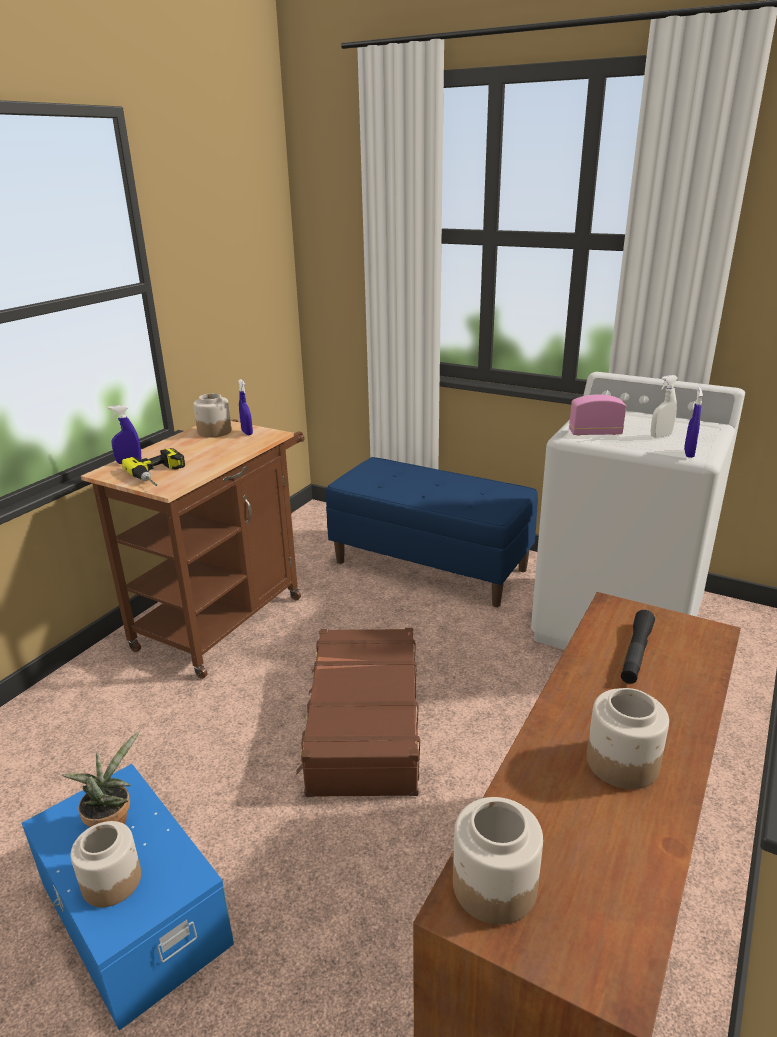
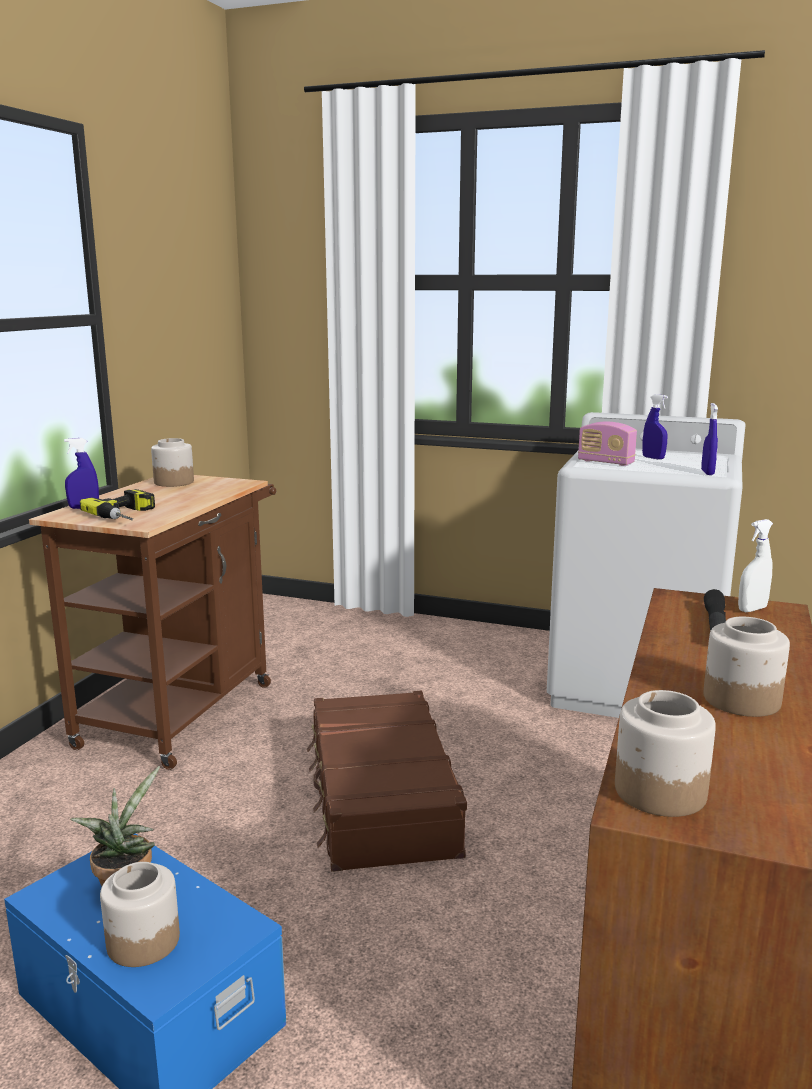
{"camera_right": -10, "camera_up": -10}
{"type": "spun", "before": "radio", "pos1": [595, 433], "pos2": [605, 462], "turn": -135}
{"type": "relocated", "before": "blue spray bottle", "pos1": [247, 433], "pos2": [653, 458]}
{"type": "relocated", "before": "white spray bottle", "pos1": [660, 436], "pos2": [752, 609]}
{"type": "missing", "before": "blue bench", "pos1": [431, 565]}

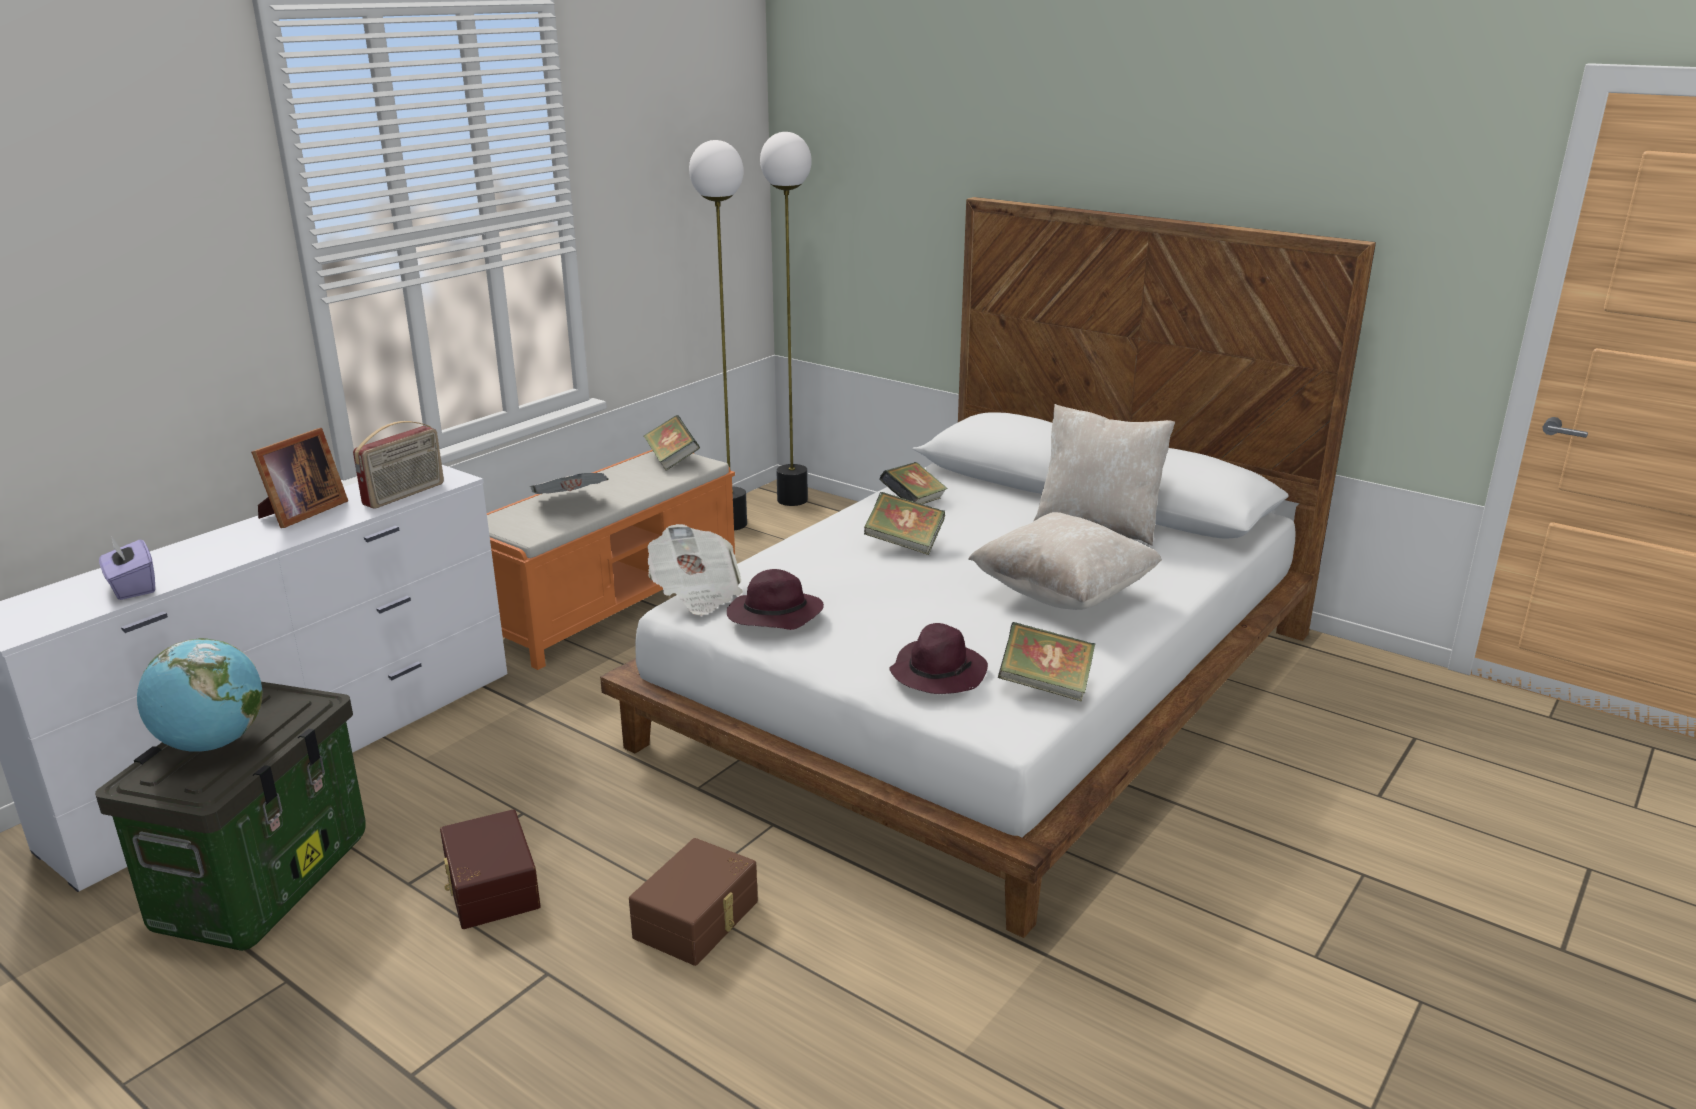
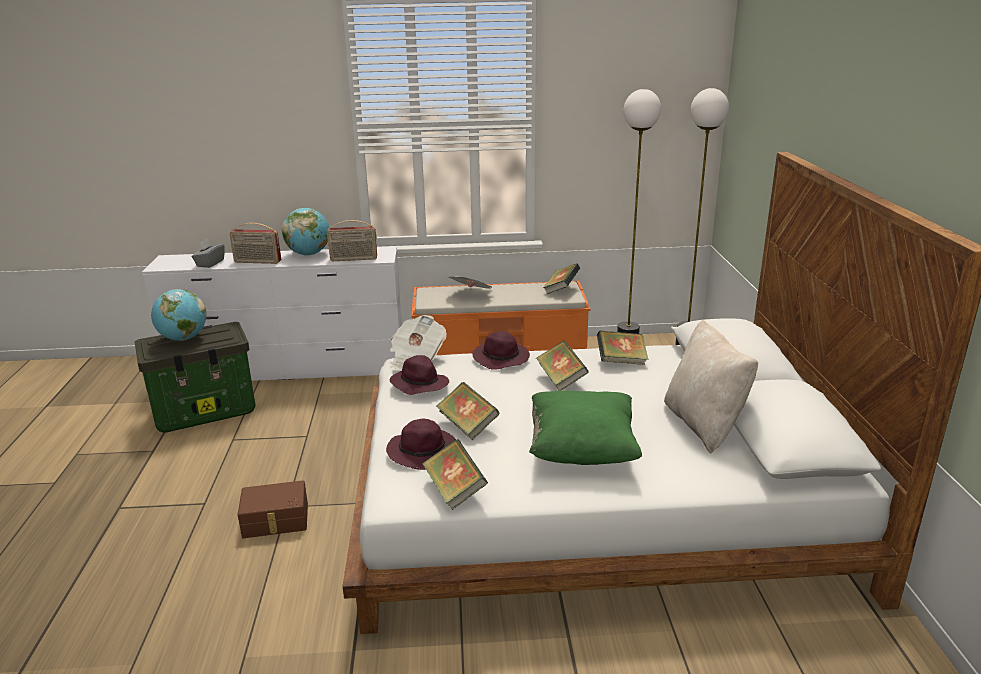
{"camera_right": 50, "camera_up": 0}
{"type": "colour", "before": "purple tissue box", "after": "grey tissue box", "pos1": [132, 587], "pos2": [210, 263]}
{"type": "appeared", "after": "radio", "pos2": [257, 262]}
{"type": "exchanged", "before": "picture frame", "after": "globe", "pos1": [300, 513], "pos2": [309, 254]}
{"type": "appeared", "after": "book", "pos2": [467, 426]}
{"type": "appeared", "after": "purple hat", "pos2": [502, 358]}
{"type": "colour", "before": "beige pillow", "after": "green pillow", "pos1": [1063, 594], "pos2": [582, 450]}
{"type": "missing", "before": "brown storage box", "pos1": [489, 887]}

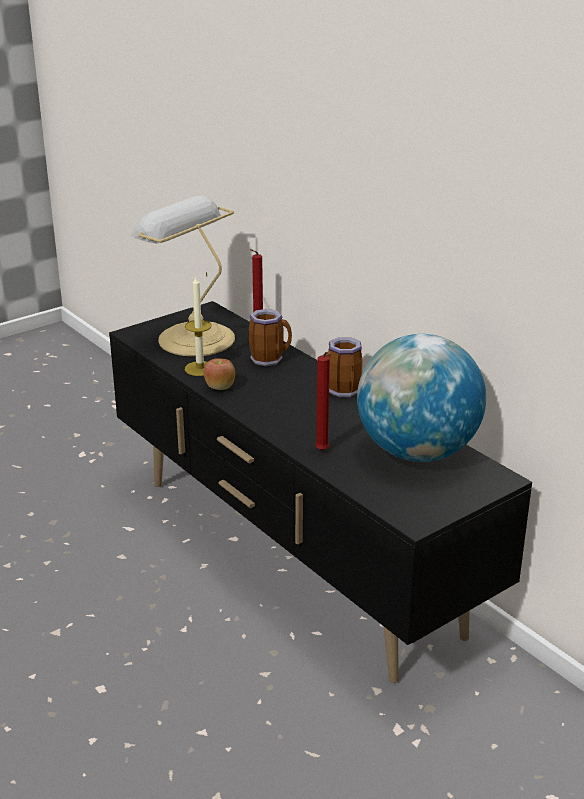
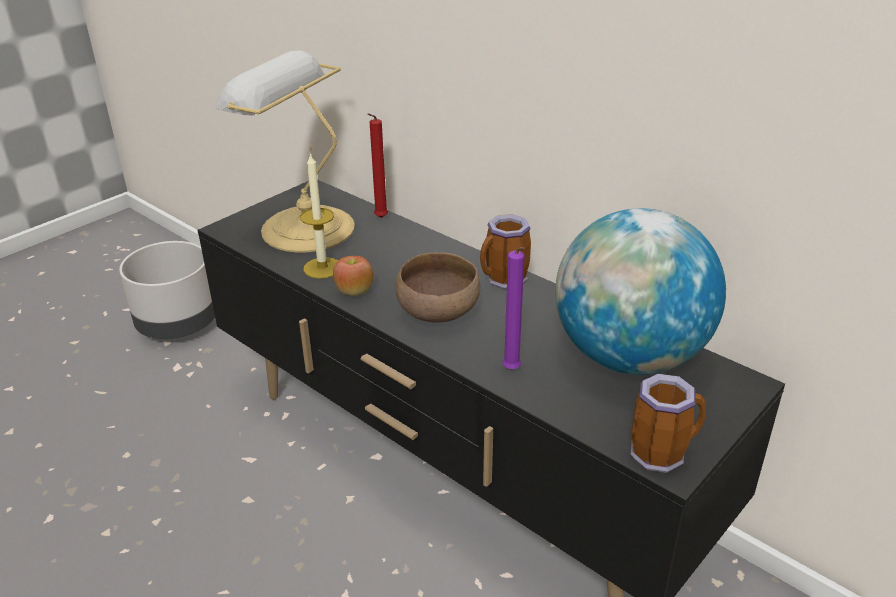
{"camera_right": -10, "camera_up": 5}
{"type": "appeared", "after": "grey planter", "pos2": [178, 324]}
{"type": "appeared", "after": "brown bowl", "pos2": [440, 313]}
{"type": "colour", "before": "red candle", "after": "purple candle", "pos1": [322, 452], "pos2": [512, 371]}
{"type": "relocated", "before": "mug", "pos1": [270, 359], "pos2": [661, 452]}

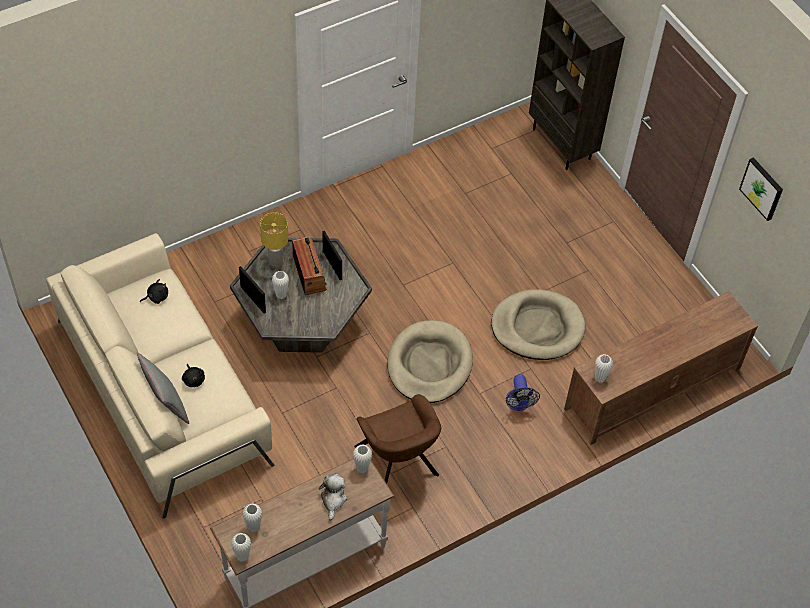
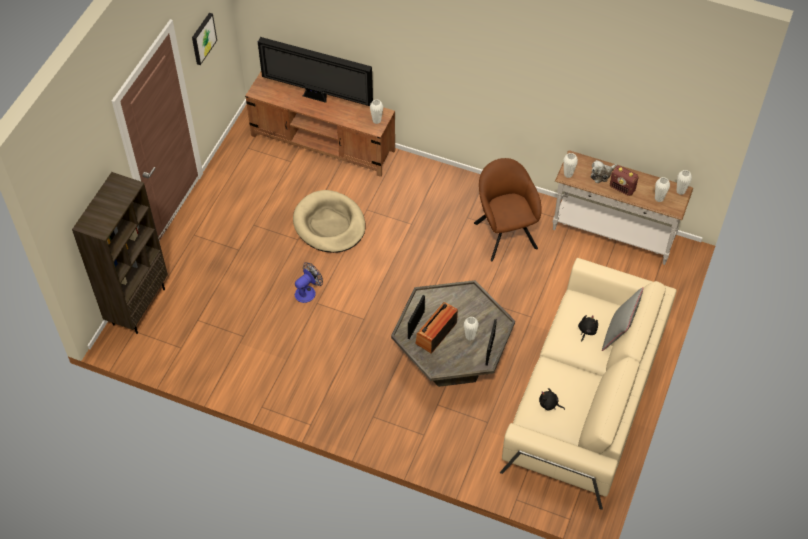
{"camera_right": -125, "camera_up": 0}
{"type": "appeared", "after": "television", "pos2": [317, 97]}
{"type": "relocated", "before": "fan", "pos1": [518, 404], "pos2": [308, 291]}
{"type": "spun", "before": "brown armchair", "pos1": [398, 464], "pos2": [504, 232], "turn": -45}
{"type": "appeared", "after": "radio", "pos2": [622, 188]}
{"type": "missing", "before": "yellow table lamp", "pos1": [276, 261]}
{"type": "missing", "before": "beige dog bed", "pos1": [429, 364]}

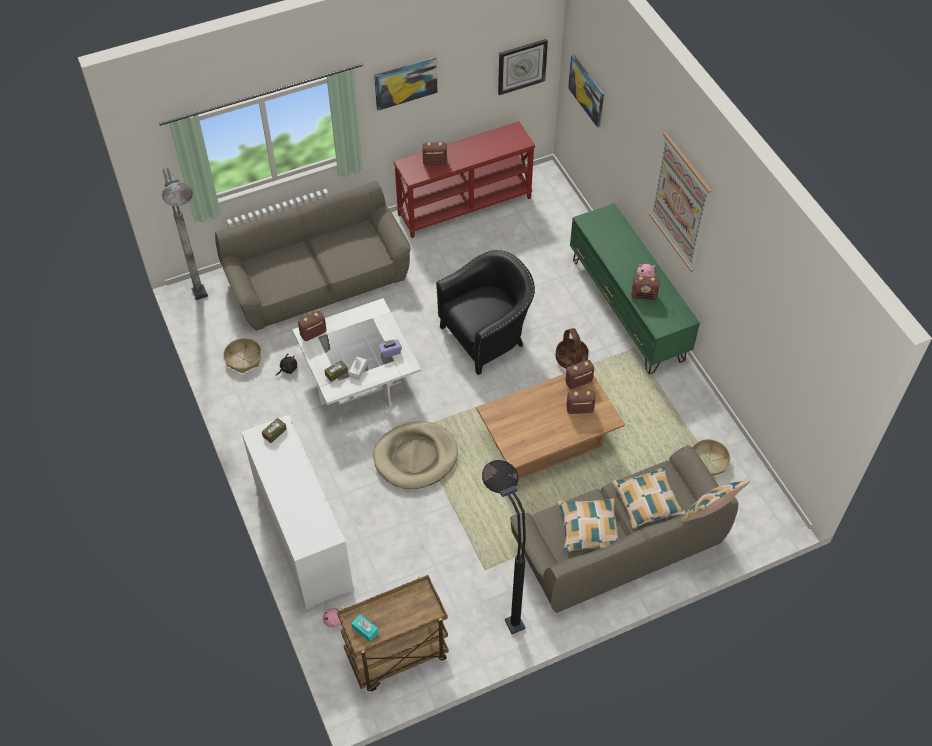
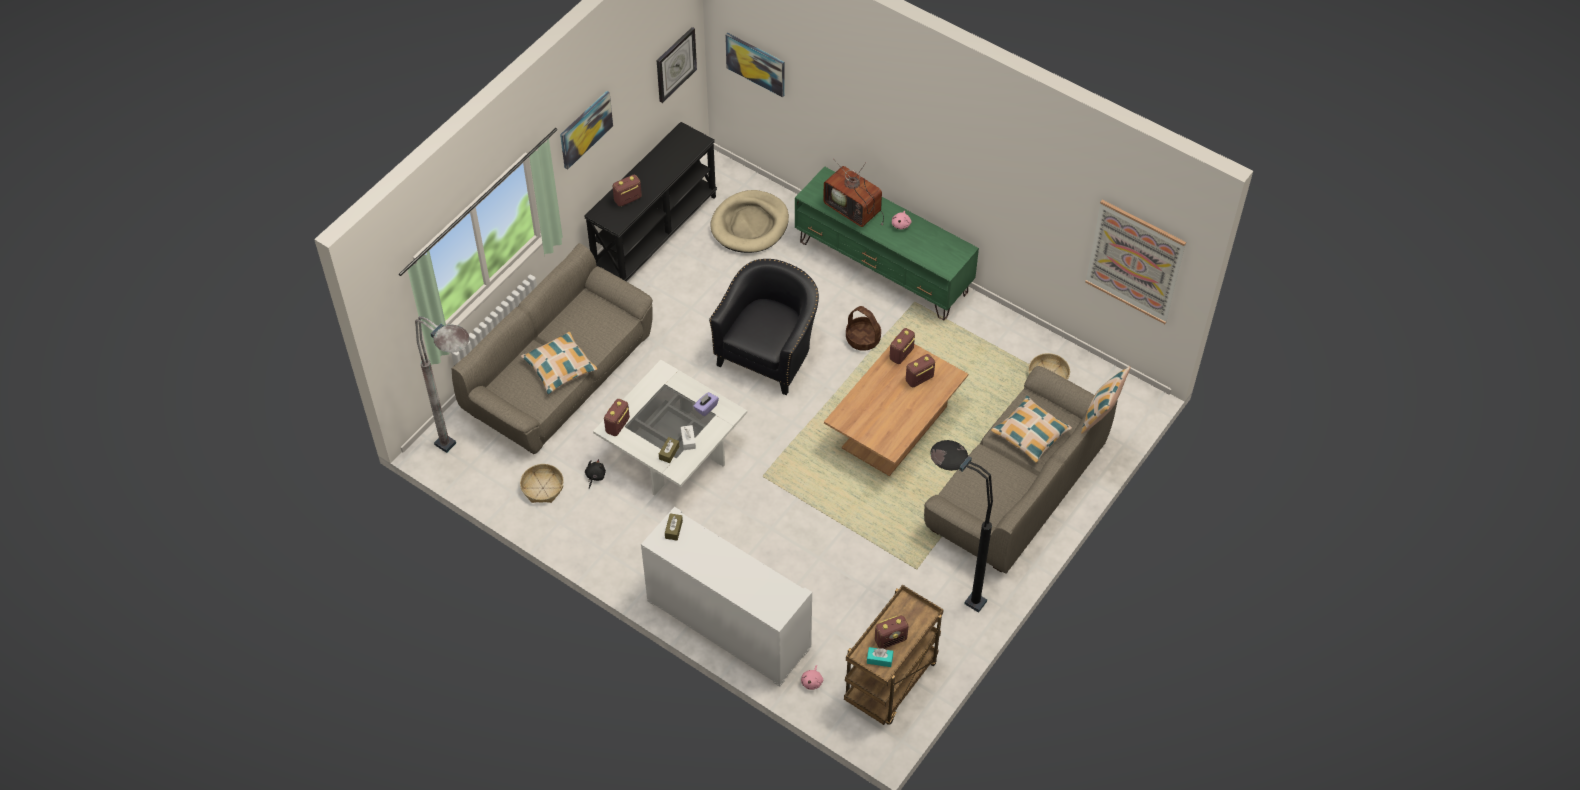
{"camera_right": -30, "camera_up": 0}
{"type": "relocated", "before": "pillow", "pos1": [589, 529], "pos2": [559, 367]}
{"type": "colour", "before": "red console table", "after": "black console table", "pos1": [464, 205], "pos2": [654, 232]}
{"type": "relocated", "before": "beige dog bed", "pos1": [416, 457], "pos2": [750, 224]}
{"type": "appeared", "after": "television", "pos2": [854, 209]}
{"type": "relocated", "before": "radio", "pos1": [644, 296], "pos2": [891, 639]}
{"type": "relocated", "before": "picture", "pos1": [680, 202], "pos2": [1134, 261]}

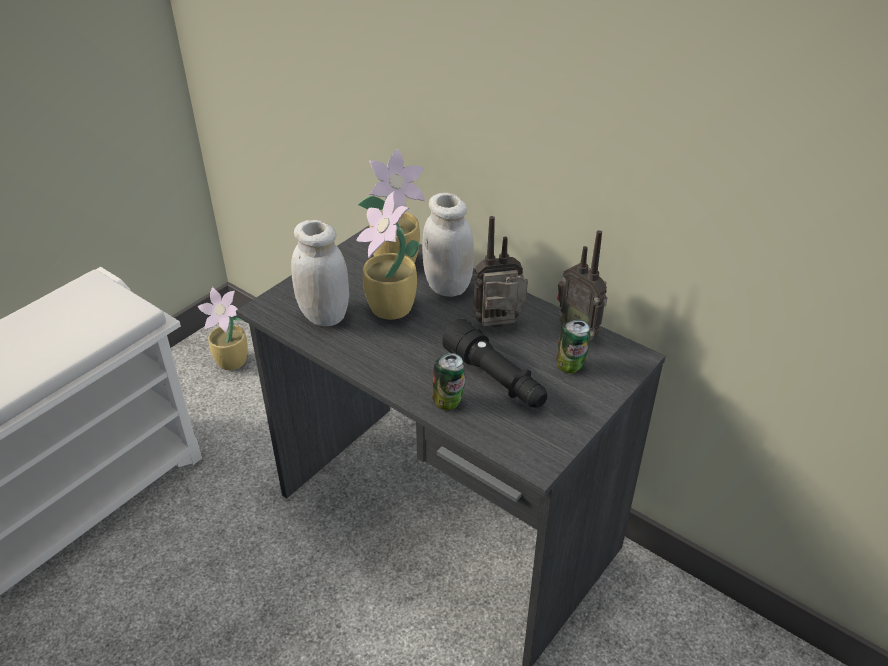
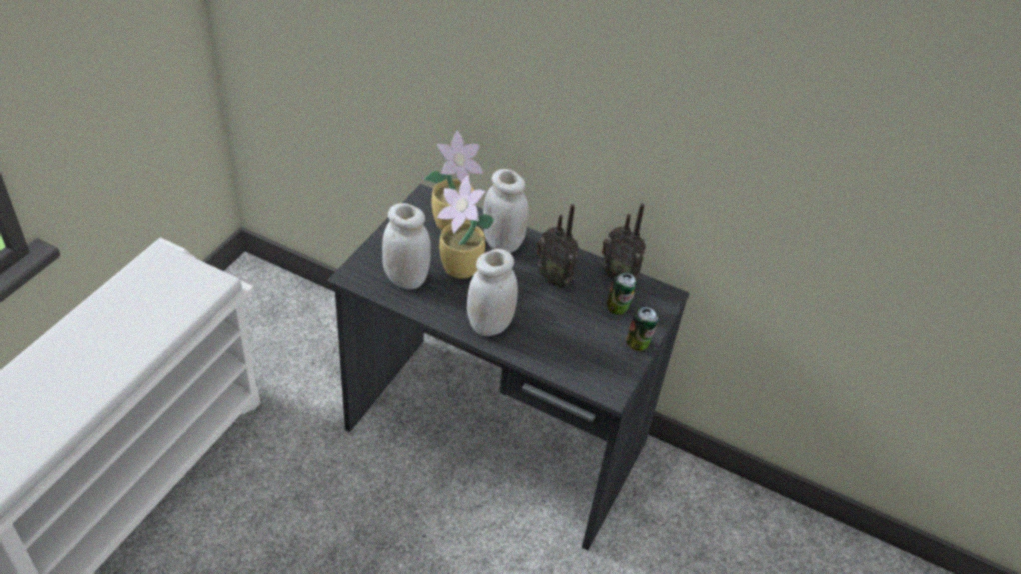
{"camera_right": -15, "camera_up": 5}
{"type": "appeared", "after": "white jar", "pos2": [490, 325]}
{"type": "spun", "before": "radio", "pos1": [500, 327], "pos2": [555, 278], "turn": -120}
{"type": "relocated", "before": "can", "pos1": [449, 402], "pos2": [639, 343]}
{"type": "missing", "before": "potted plant", "pos1": [233, 362]}
{"type": "missing", "before": "black flashlight", "pos1": [495, 379]}

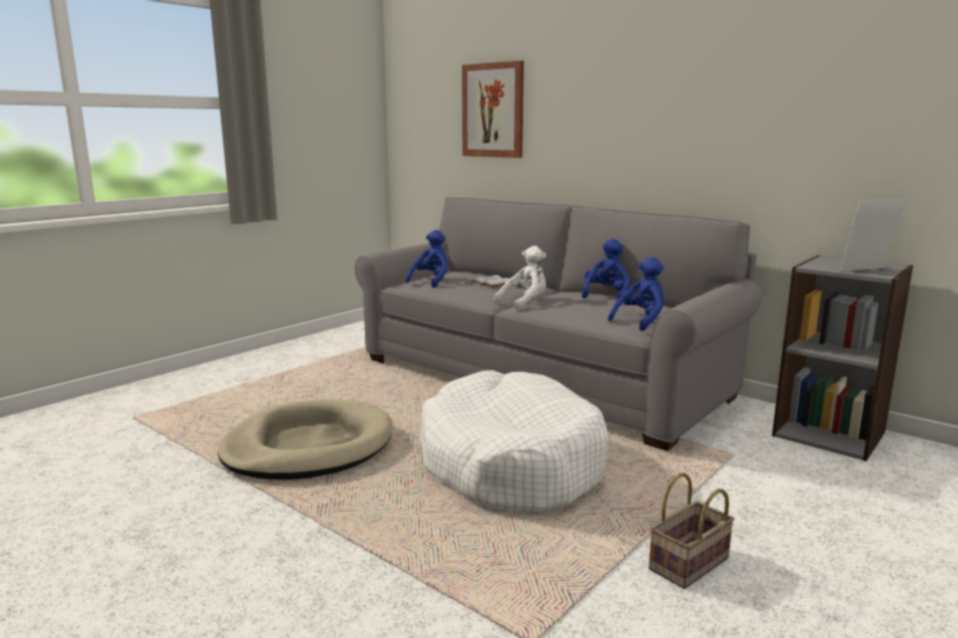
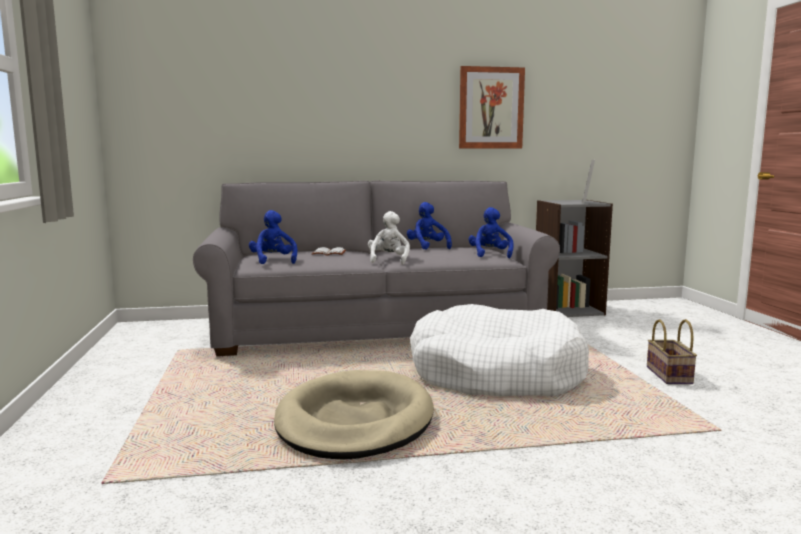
{"camera_right": -50, "camera_up": -5}
{"type": "relocated", "before": "picture", "pos1": [493, 110], "pos2": [491, 108]}

